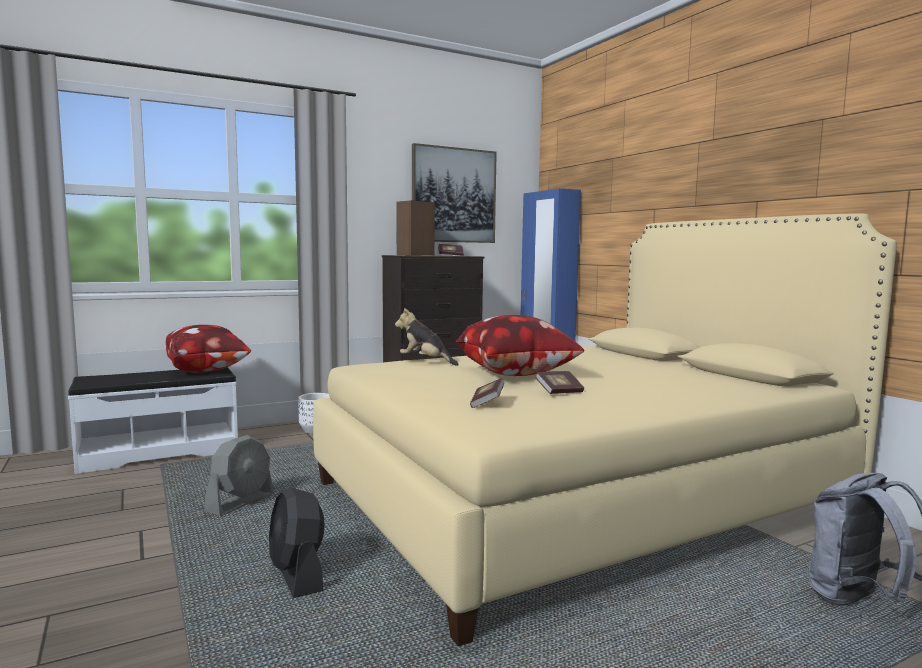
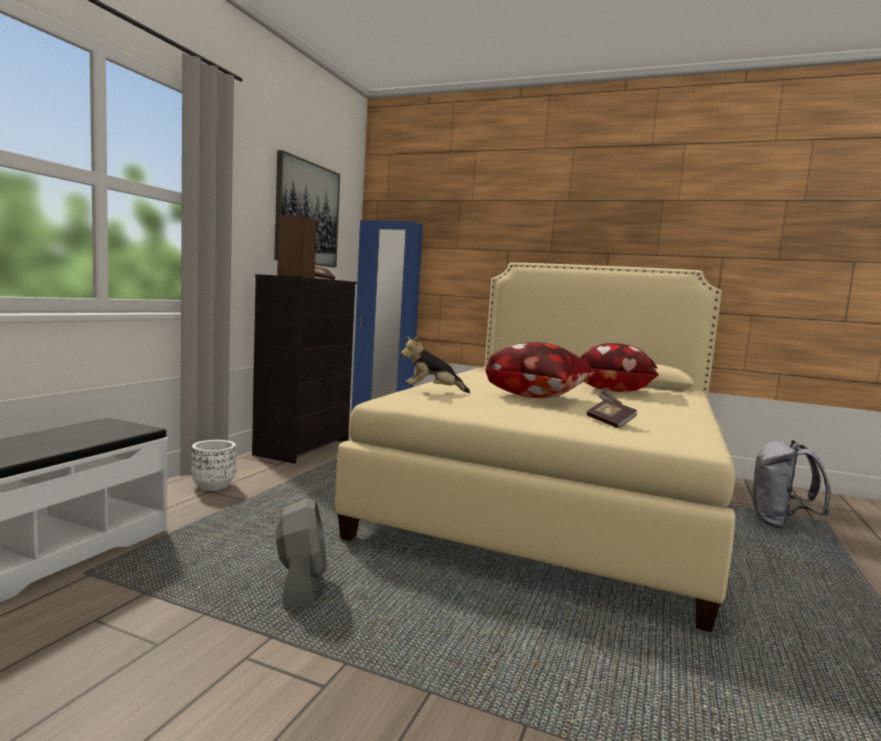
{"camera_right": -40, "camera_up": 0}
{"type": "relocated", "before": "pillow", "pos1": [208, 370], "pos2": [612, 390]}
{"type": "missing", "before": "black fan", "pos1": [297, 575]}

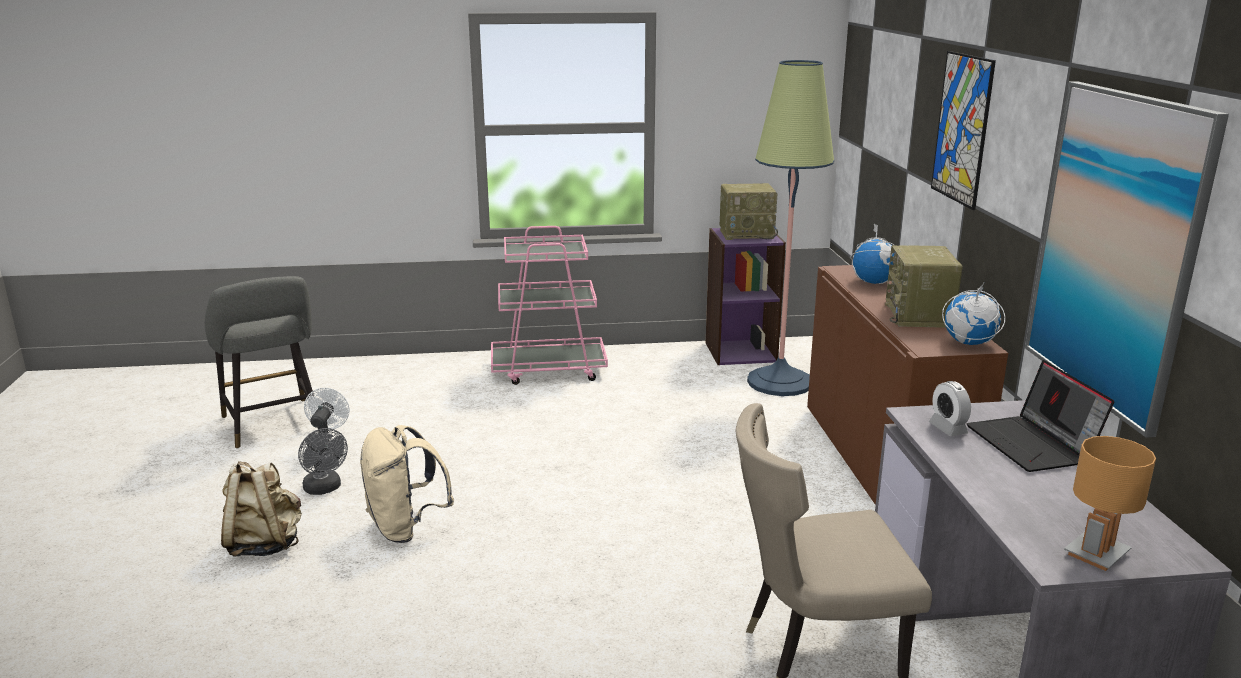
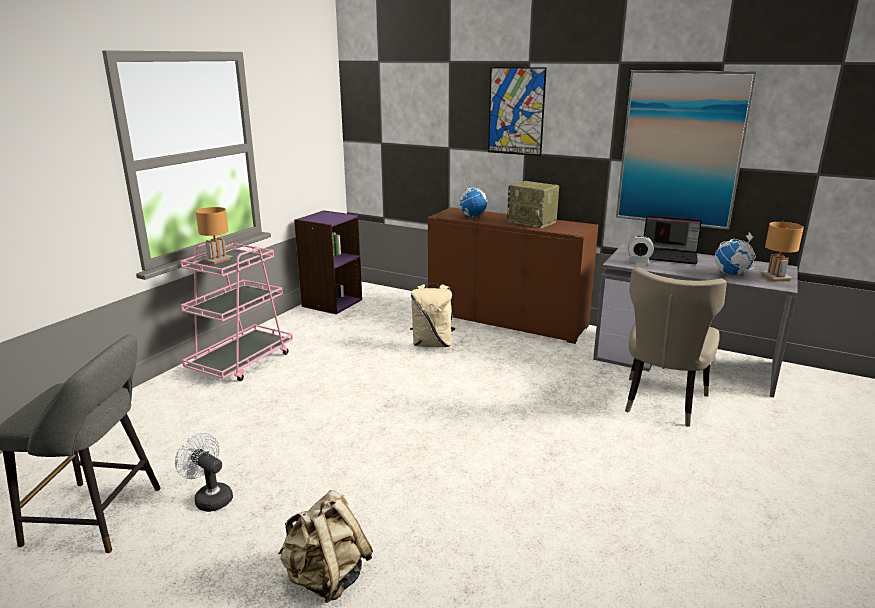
{"camera_right": -55, "camera_up": 0}
{"type": "appeared", "after": "brown table lamp", "pos2": [217, 260]}
{"type": "relocated", "before": "beige backpack", "pos1": [406, 528], "pos2": [432, 344]}
{"type": "relocated", "before": "globe", "pos1": [968, 343], "pos2": [731, 274]}
{"type": "missing", "before": "grey fan", "pos1": [324, 489]}
{"type": "missing", "before": "radio", "pos1": [747, 234]}
{"type": "missing", "before": "floor lamp", "pos1": [779, 382]}

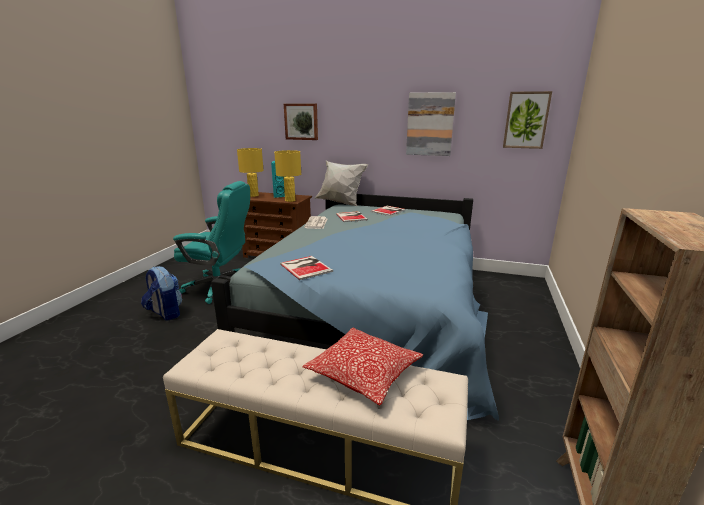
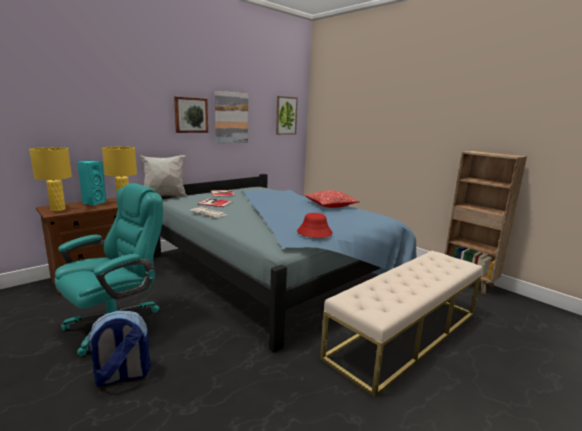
{"camera_right": -60, "camera_up": -5}
{"type": "relocated", "before": "picture", "pos1": [301, 121], "pos2": [191, 115]}
{"type": "exchanged", "before": "book", "after": "red hat", "pos1": [306, 267], "pos2": [314, 232]}
{"type": "relocated", "before": "pillow", "pos1": [364, 374], "pos2": [330, 205]}

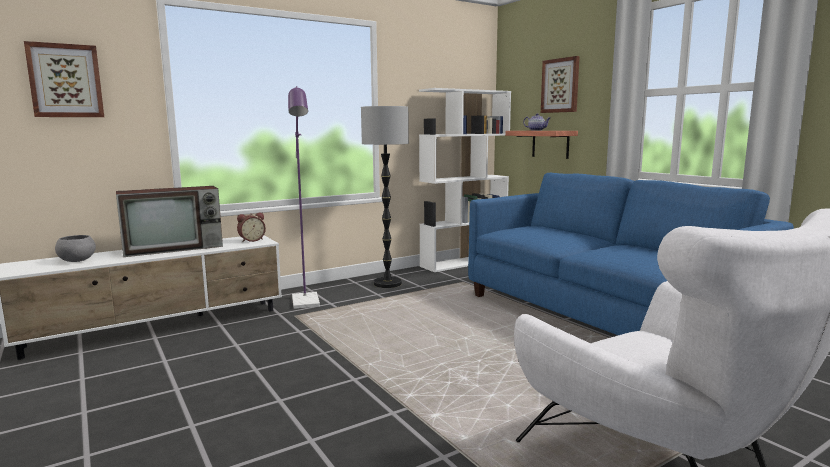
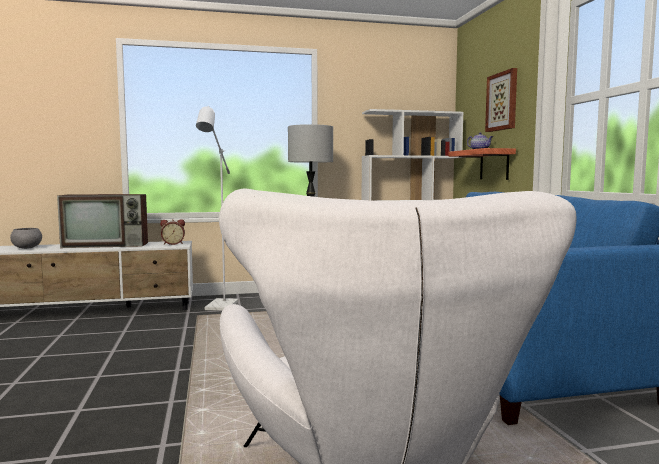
{"camera_right": 20, "camera_up": -5}
{"type": "colour", "before": "purple floor lamp", "after": "white floor lamp", "pos1": [306, 304], "pos2": [219, 307]}
{"type": "missing", "before": "picture", "pos1": [65, 81]}

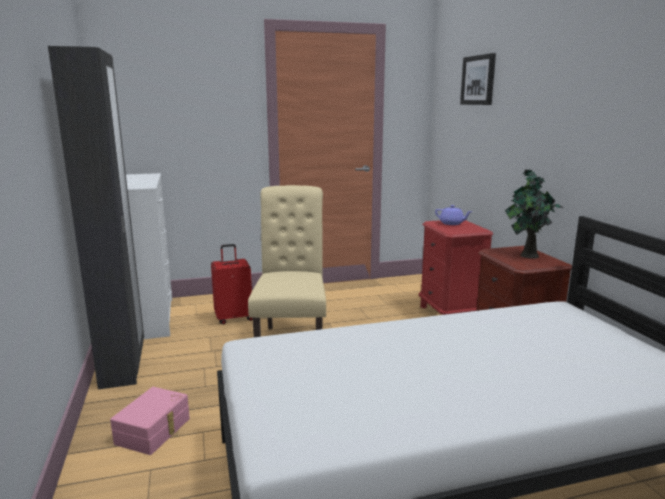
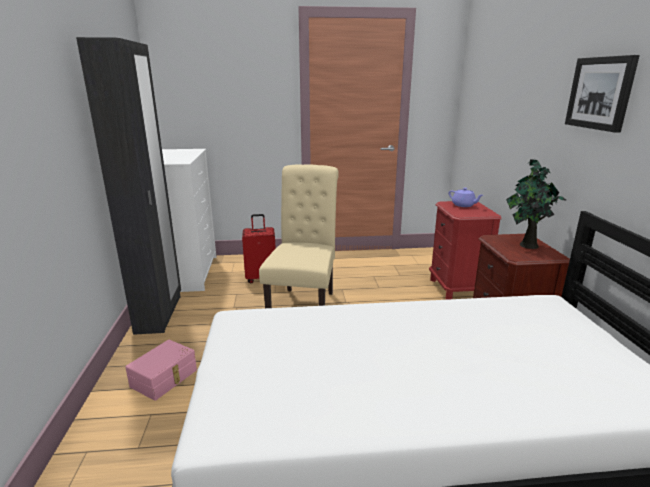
{"camera_right": 10, "camera_up": 5}
{"type": "relocated", "before": "picture", "pos1": [478, 80], "pos2": [600, 93]}

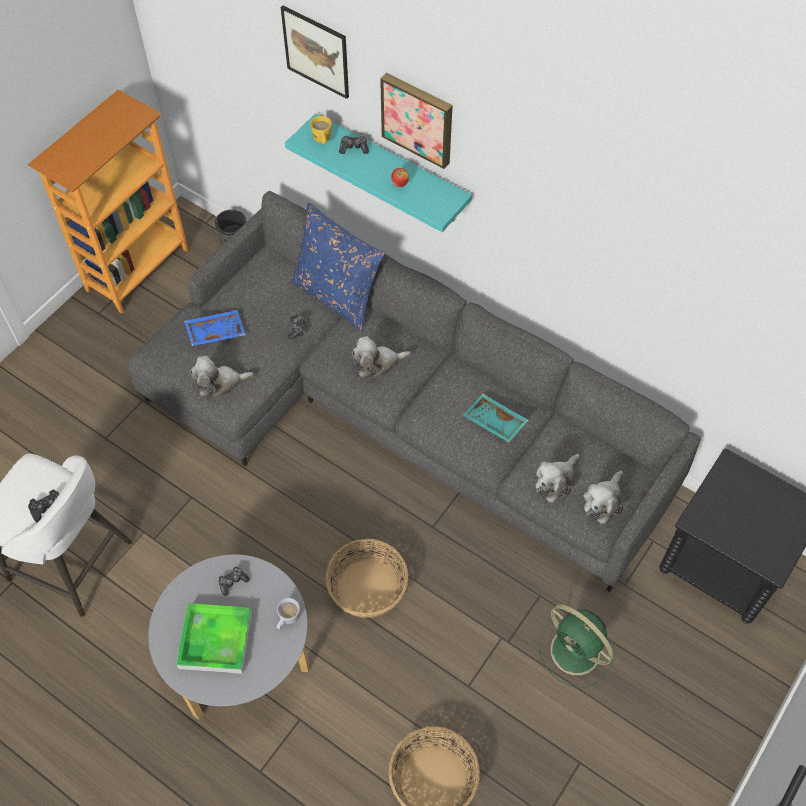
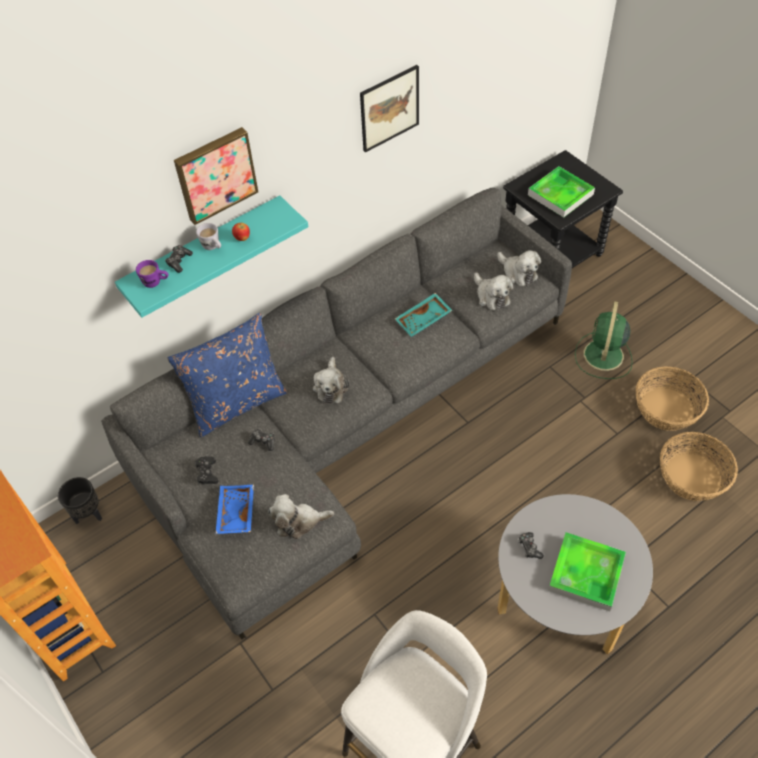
{"camera_right": -70, "camera_up": -5}
{"type": "colour", "before": "yellow mug", "after": "purple mug", "pos1": [322, 141], "pos2": [156, 282]}
{"type": "relocated", "before": "black game controller", "pos1": [47, 507], "pos2": [207, 473]}
{"type": "relocated", "before": "white mug", "pos1": [287, 620], "pos2": [213, 247]}
{"type": "spun", "before": "plush toy", "pos1": [220, 383], "pos2": [298, 522], "turn": 75}
{"type": "relocated", "before": "picture", "pos1": [316, 51], "pos2": [389, 108]}
{"type": "appeared", "after": "tray", "pos2": [560, 194]}
{"type": "spun", "before": "green fan", "pos1": [577, 652], "pos2": [603, 356], "turn": 135}
{"type": "relocated", "before": "basket", "pos1": [368, 588], "pos2": [666, 408]}

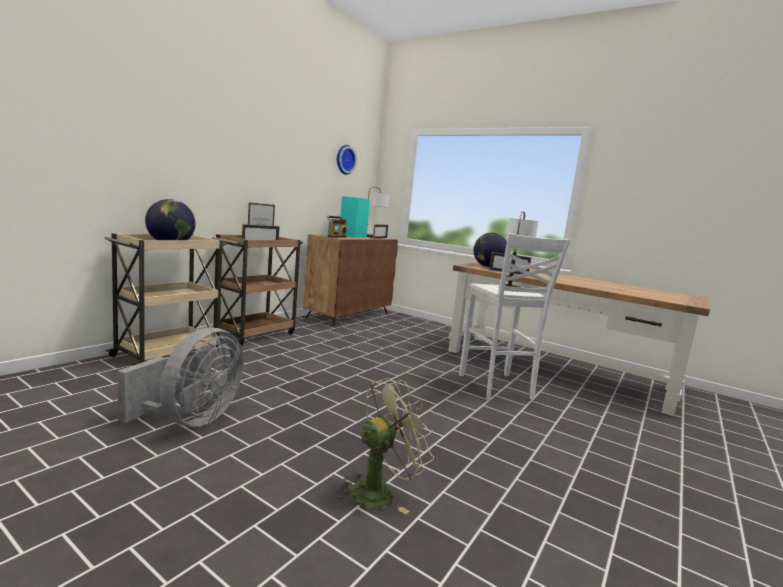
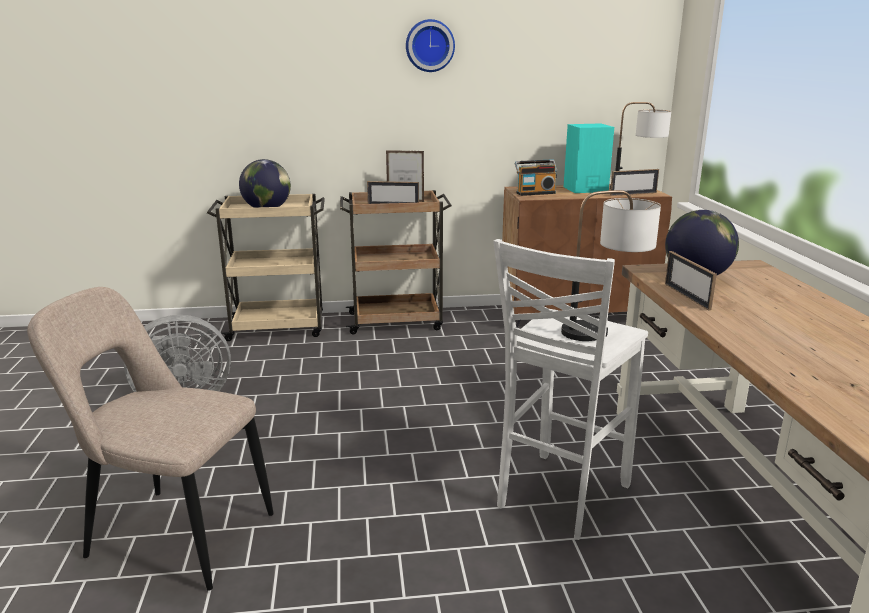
{"camera_right": 50, "camera_up": 10}
{"type": "exchanged", "before": "green fan", "after": "beige chair", "pos1": [380, 491], "pos2": [174, 534]}
{"type": "relocated", "before": "wall clock", "pos1": [344, 159], "pos2": [429, 46]}

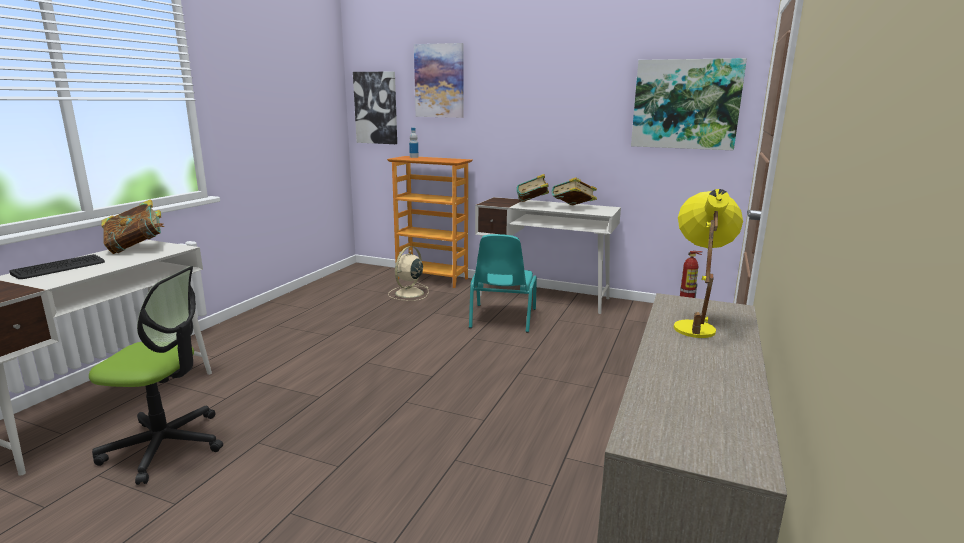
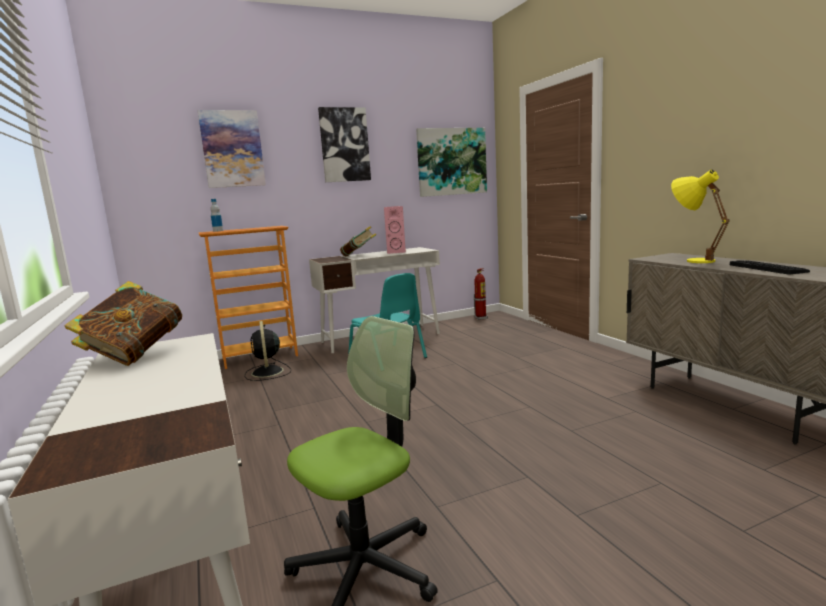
{"camera_right": -45, "camera_up": -5}
{"type": "colour", "before": "beige fan", "after": "black fan", "pos1": [408, 293], "pos2": [267, 372]}
{"type": "relocated", "before": "picture", "pos1": [376, 108], "pos2": [344, 145]}
{"type": "exchanged", "before": "book", "after": "pink speaker", "pos1": [573, 208], "pos2": [396, 252]}
{"type": "relocated", "before": "keyboard", "pos1": [59, 268], "pos2": [767, 268]}

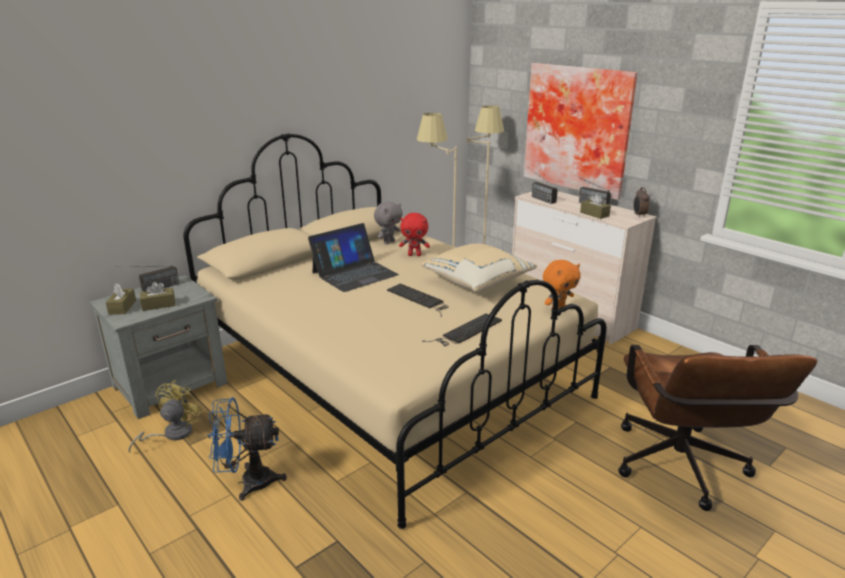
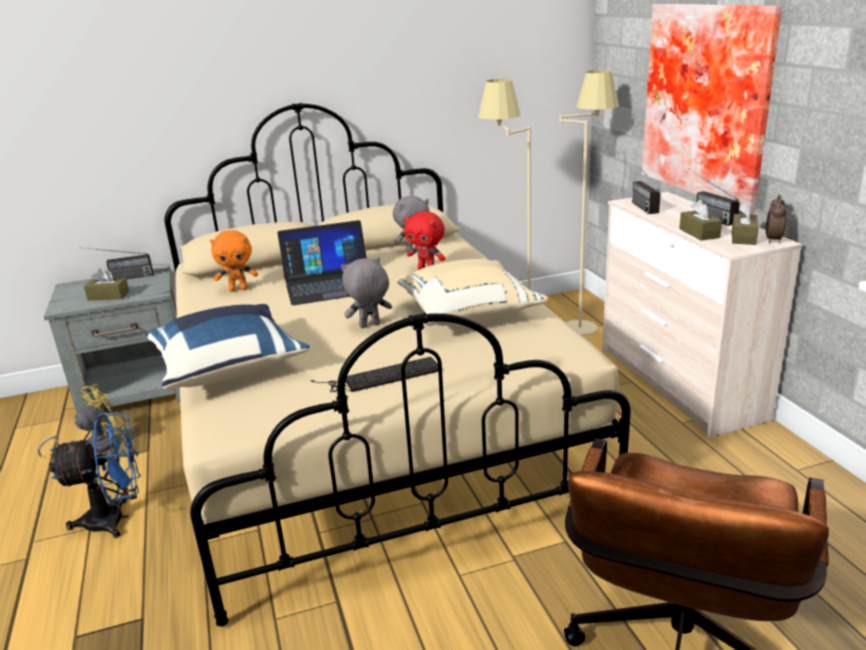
{"camera_right": 25, "camera_up": 0}
{"type": "spun", "before": "blue fan", "pos1": [248, 482], "pos2": [116, 519], "turn": 150}
{"type": "appeared", "after": "blue pillow", "pos2": [228, 367]}
{"type": "relocated", "before": "orange plush toy", "pos1": [558, 310], "pos2": [239, 289]}
{"type": "exchanged", "before": "keyboard", "after": "grey plush toy", "pos1": [419, 299], "pos2": [369, 326]}
{"type": "relocated", "before": "brown tissue box", "pos1": [122, 307], "pos2": [743, 237]}

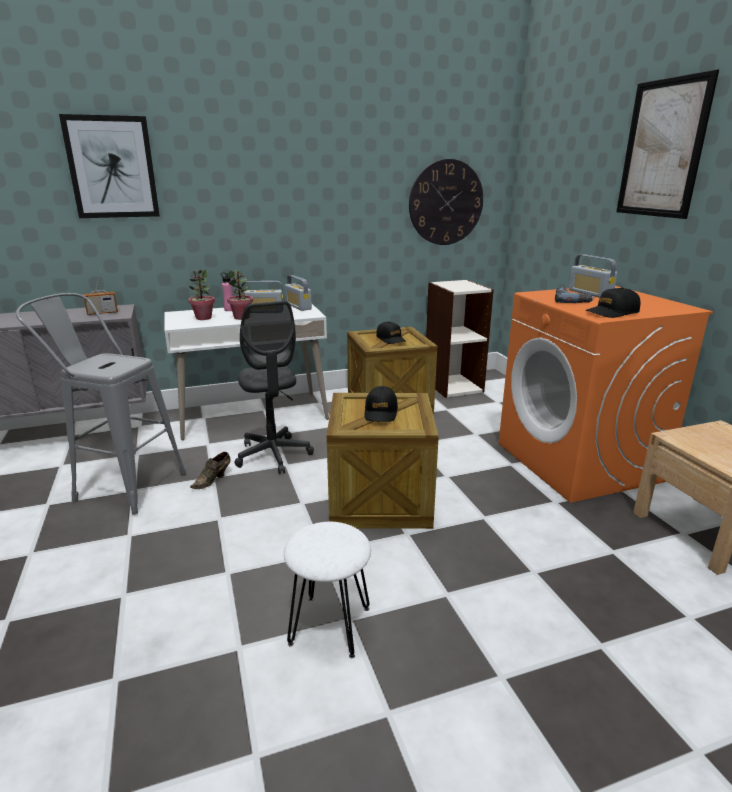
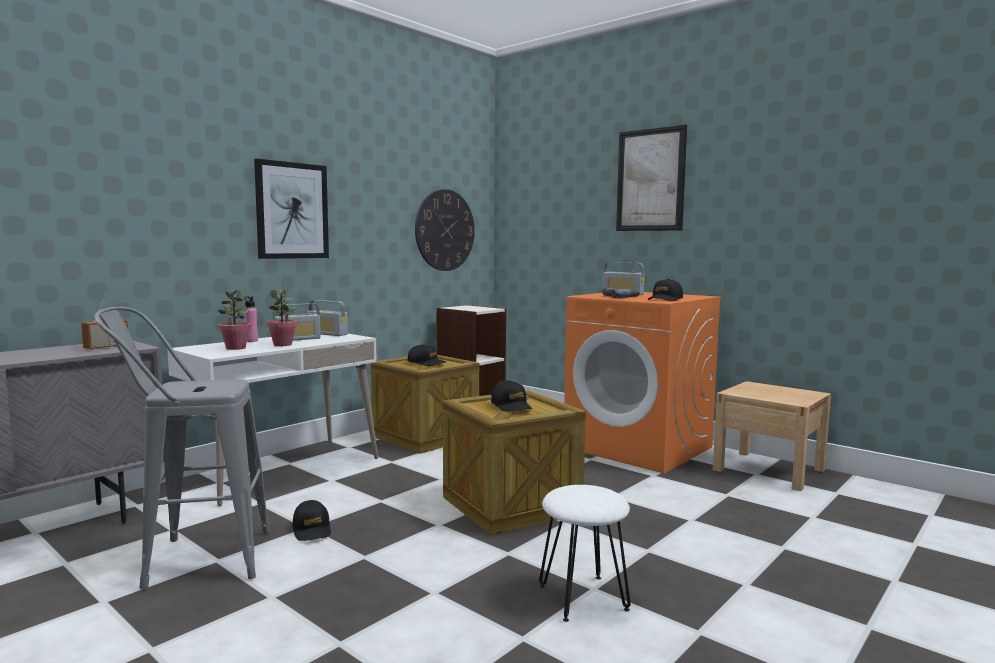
{"camera_right": -30, "camera_up": -15}
{"type": "relocated", "before": "picture", "pos1": [112, 167], "pos2": [292, 211]}
{"type": "exchanged", "before": "brown shoe", "after": "black cap", "pos1": [213, 480], "pos2": [312, 529]}
{"type": "missing", "before": "grey office chair", "pos1": [273, 455]}

